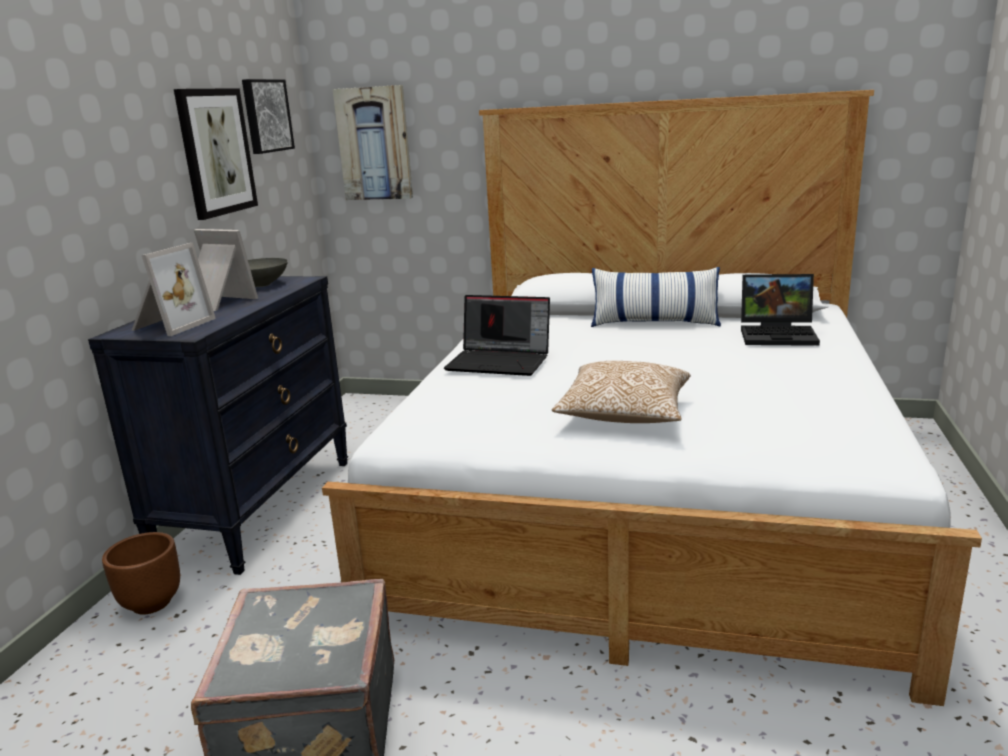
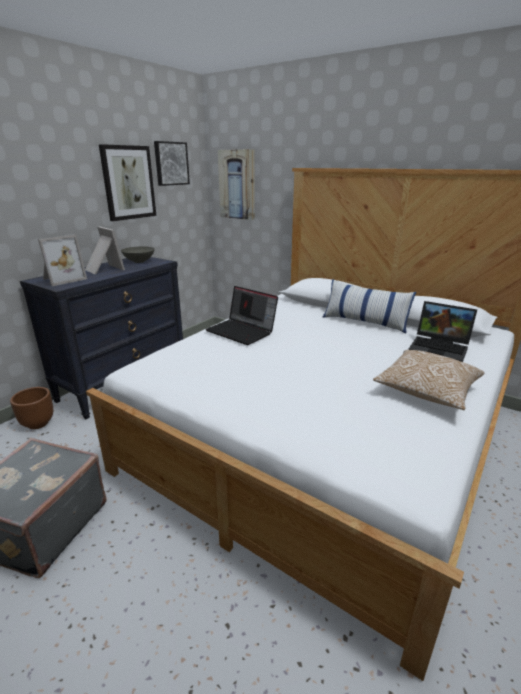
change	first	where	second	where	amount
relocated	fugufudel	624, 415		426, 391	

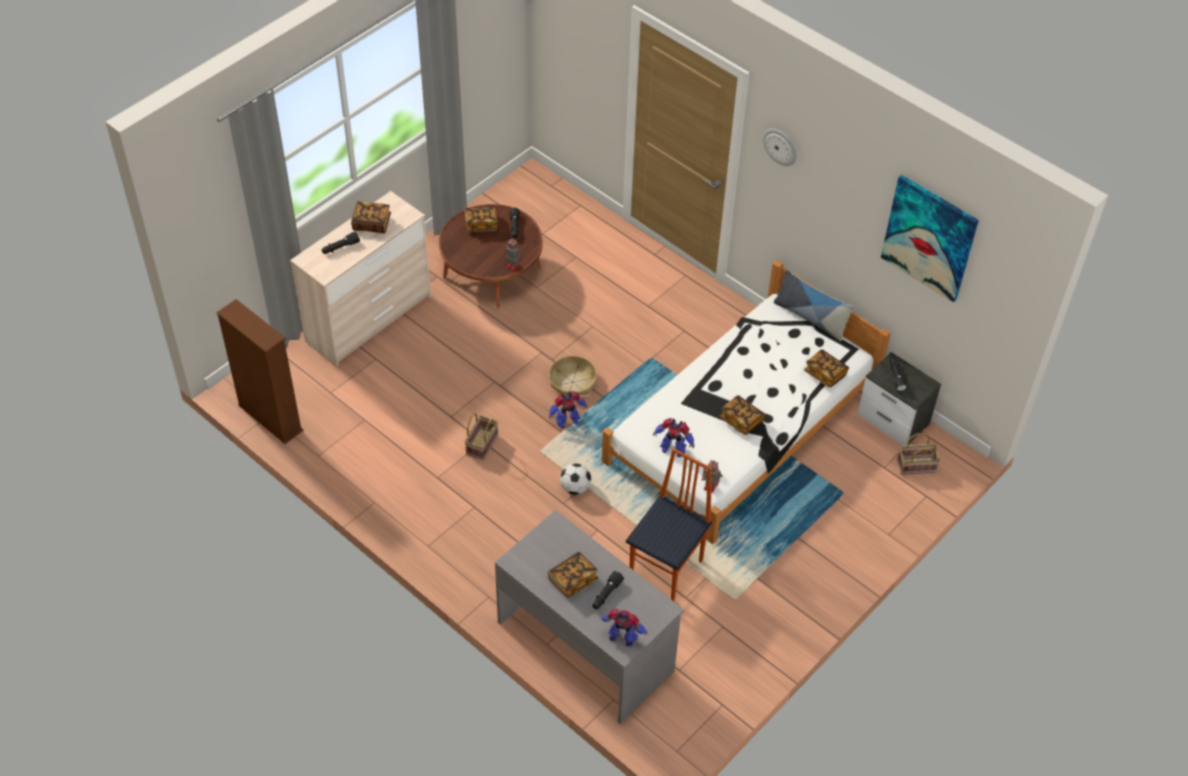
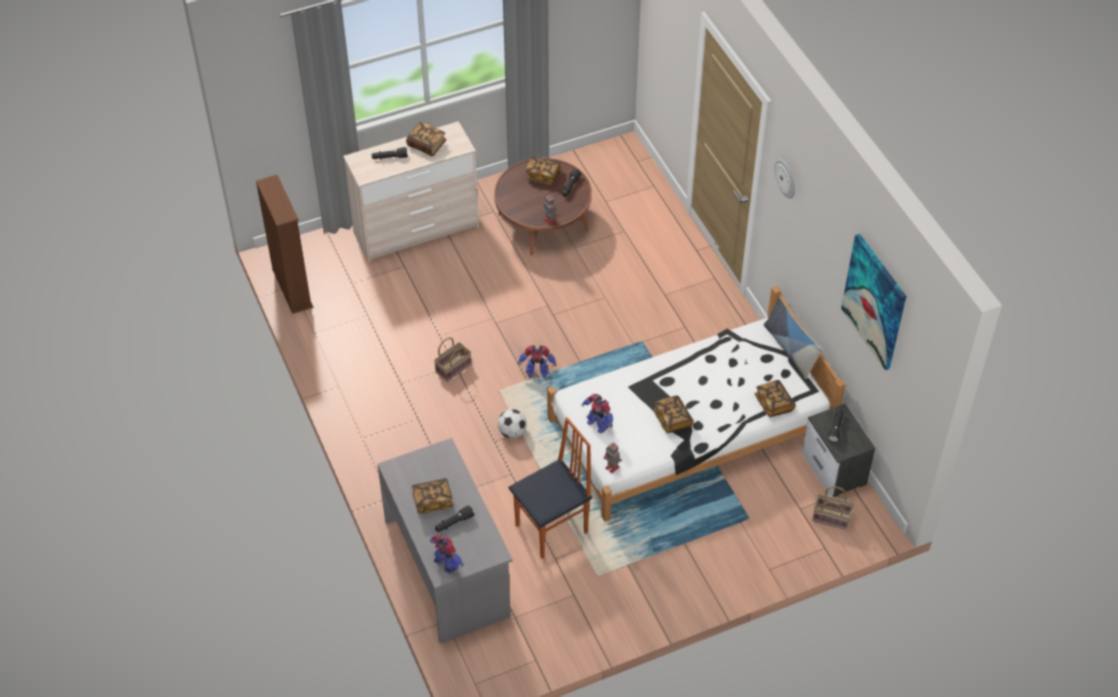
change	first	where	second	where	amount
missing	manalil	572, 382			

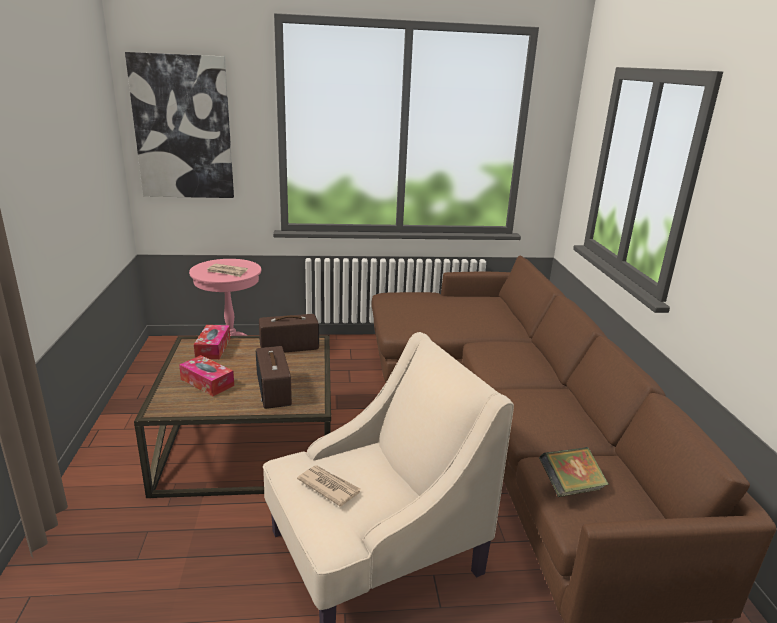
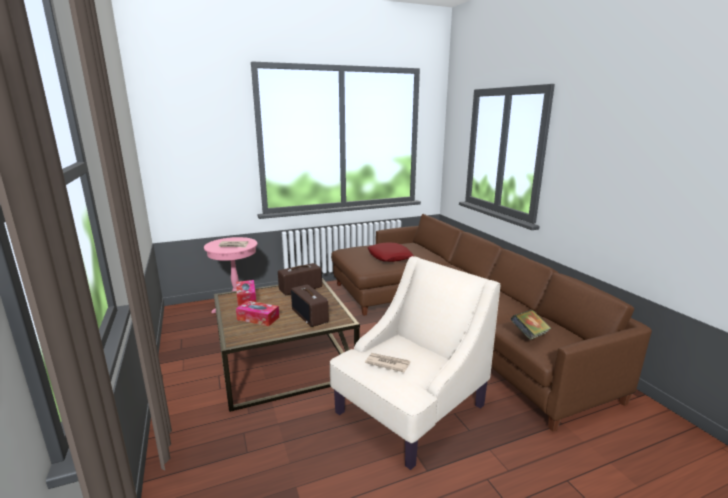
change	first	where	second	where	amount
appeared			red fugufudel	389, 256	
missing	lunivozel	183, 128			

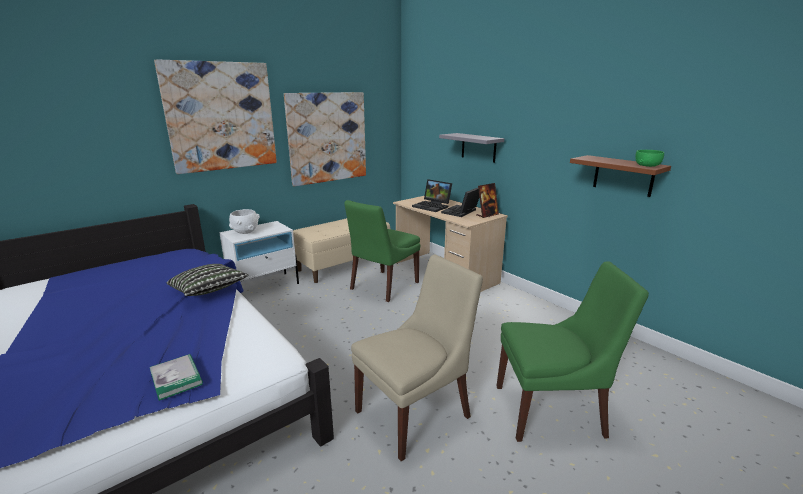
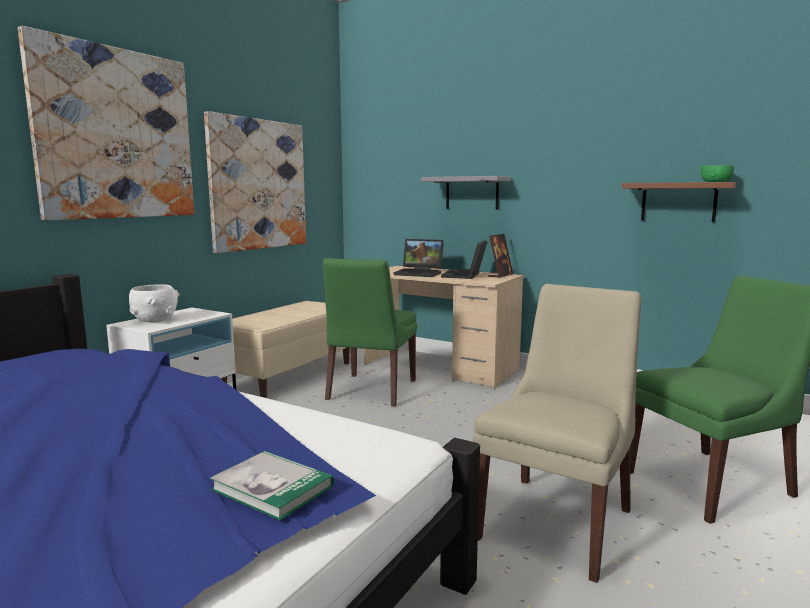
change	first	where	second	where	amount
missing	fugufudel	209, 291			

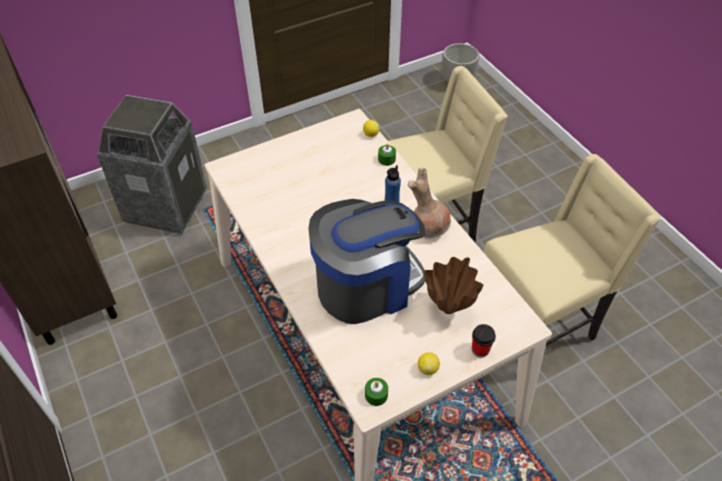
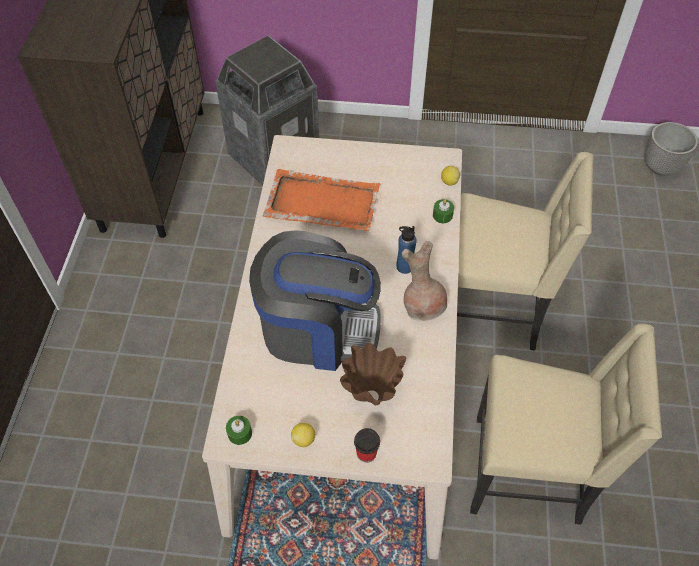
change	first	where	second	where	amount
appeared			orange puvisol	321, 203	

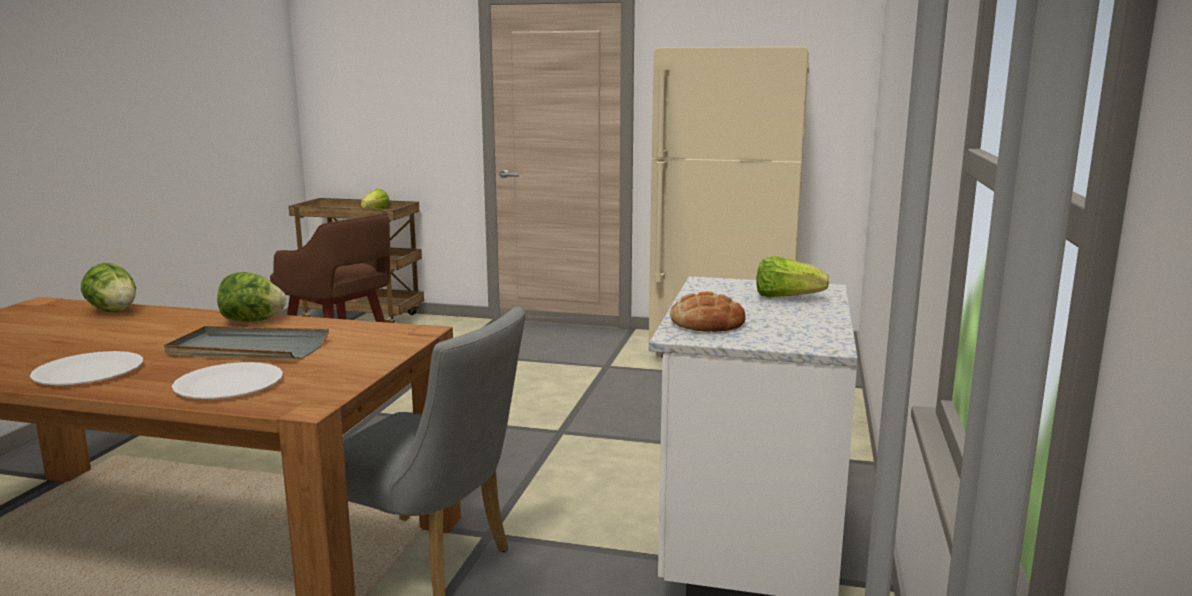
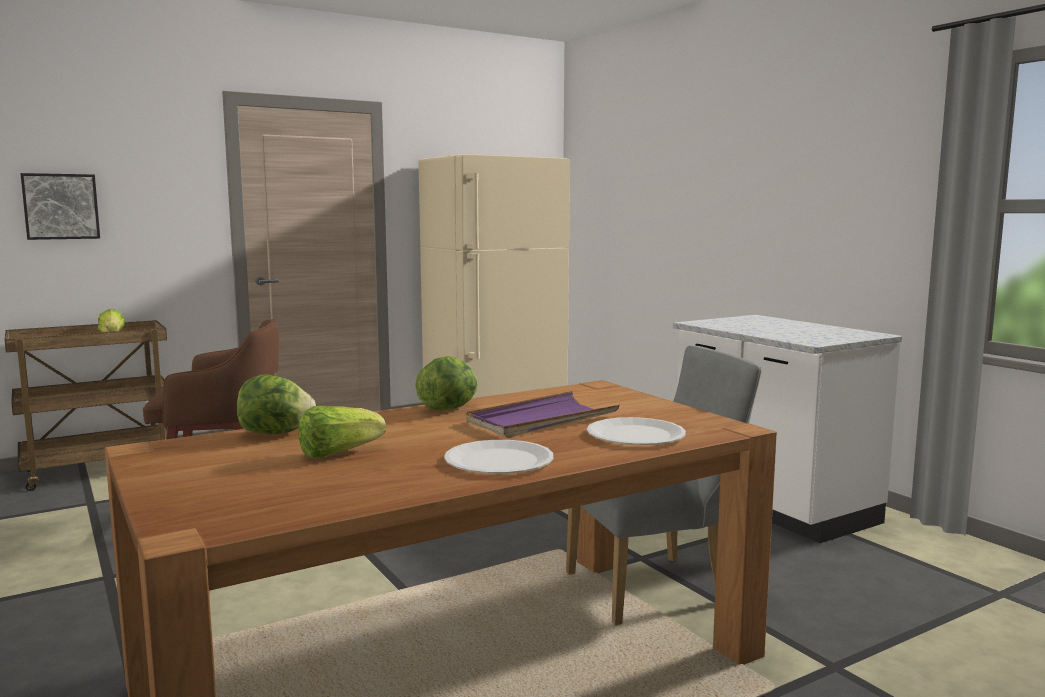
change	first	where	second	where	amount
appeared			lunivozel	61, 206	
relocated	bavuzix	786, 297		338, 453	
colour	grey puvisol	247, 349	purple puvisol	541, 420	
missing	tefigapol	707, 323			

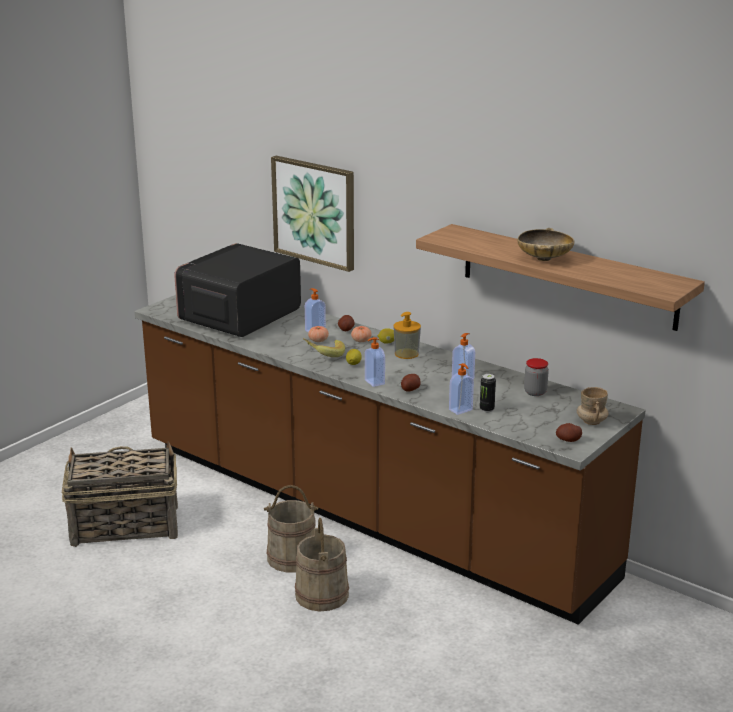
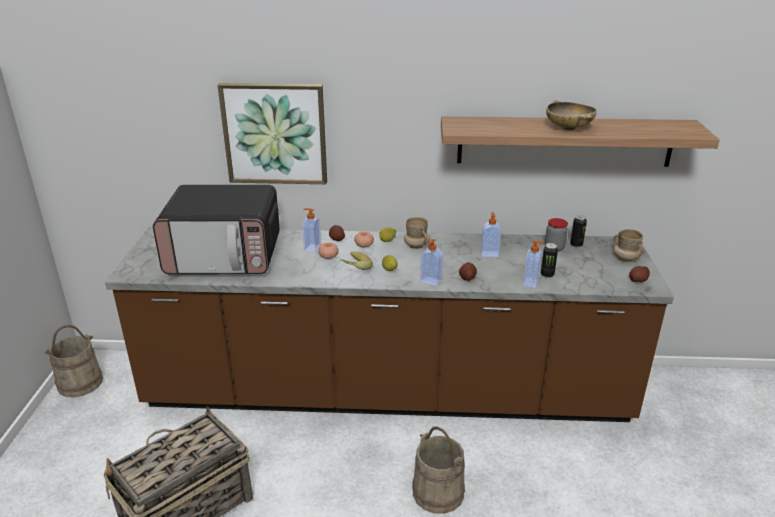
change	first	where	second	where	amount
relocated	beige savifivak	292, 557		80, 383	
spun	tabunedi	239, 317		225, 256	90 degrees counterclockwise
exchanged	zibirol	406, 354	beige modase	416, 246	
appeared			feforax	576, 245	

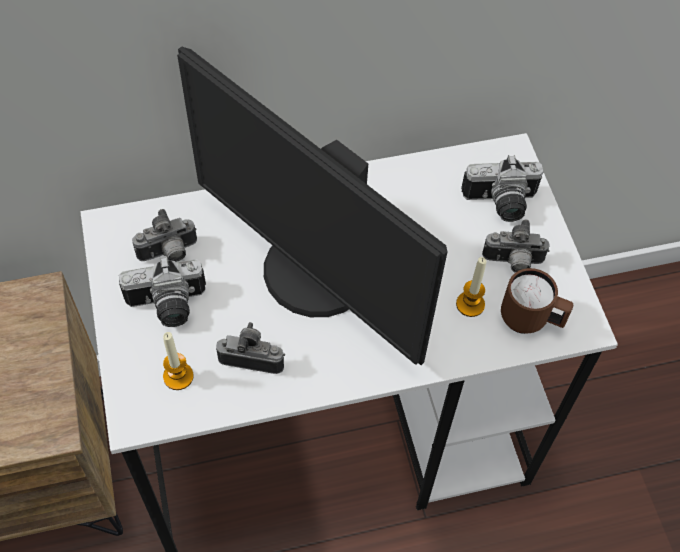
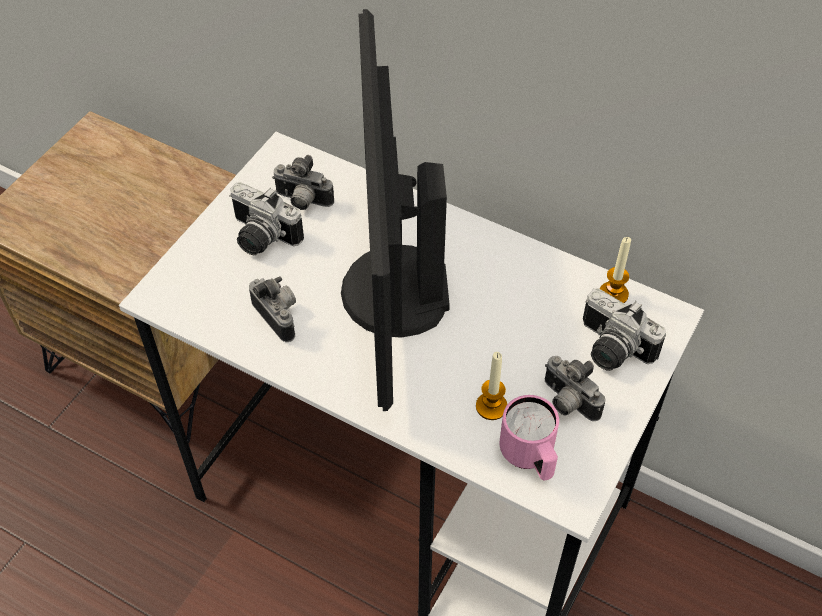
change	first	where	second	where	amount
colour	brown modase	530, 320	pink modase	529, 458	
relocated	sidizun	178, 376		613, 294	

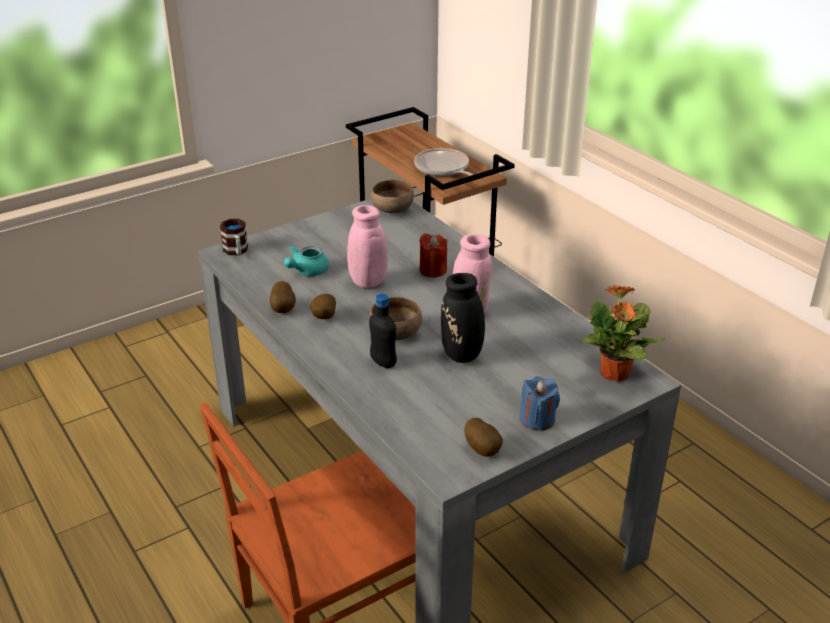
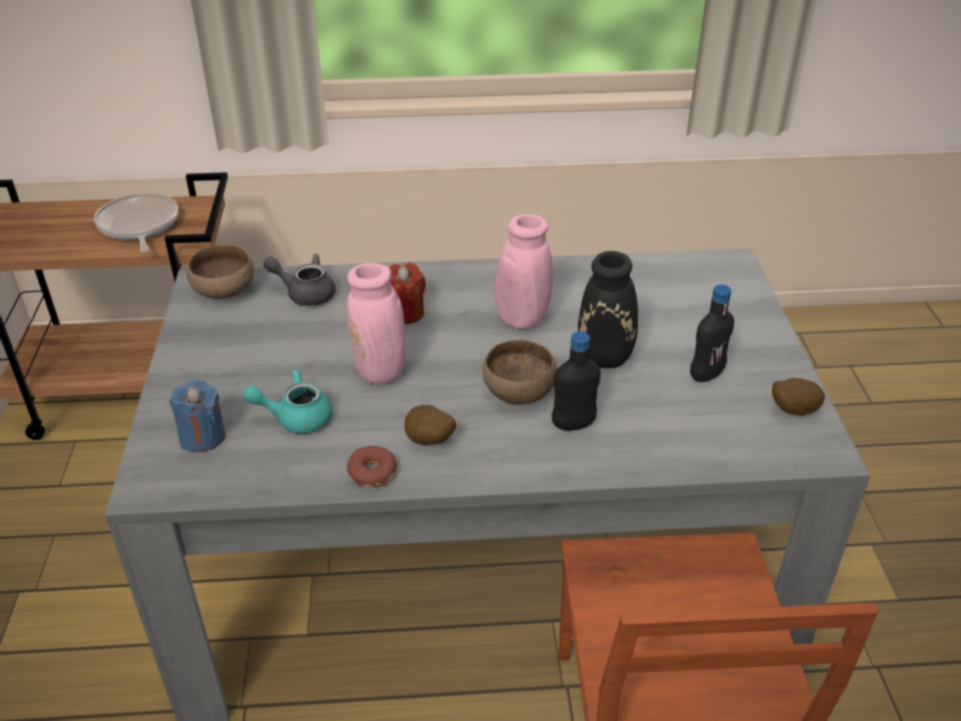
change	first	where	second	where	amount
spun	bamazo	443, 168		139, 226	75 degrees clockwise
relocated	blue sidizun	537, 419		202, 437	
spun	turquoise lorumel	306, 271		295, 417	105 degrees clockwise
appeared			grey lorumel	305, 293	
exchanged	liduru	283, 309	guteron	372, 472	
appeared			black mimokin	706, 375	
missing	modase	236, 252			
missing	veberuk	614, 374			

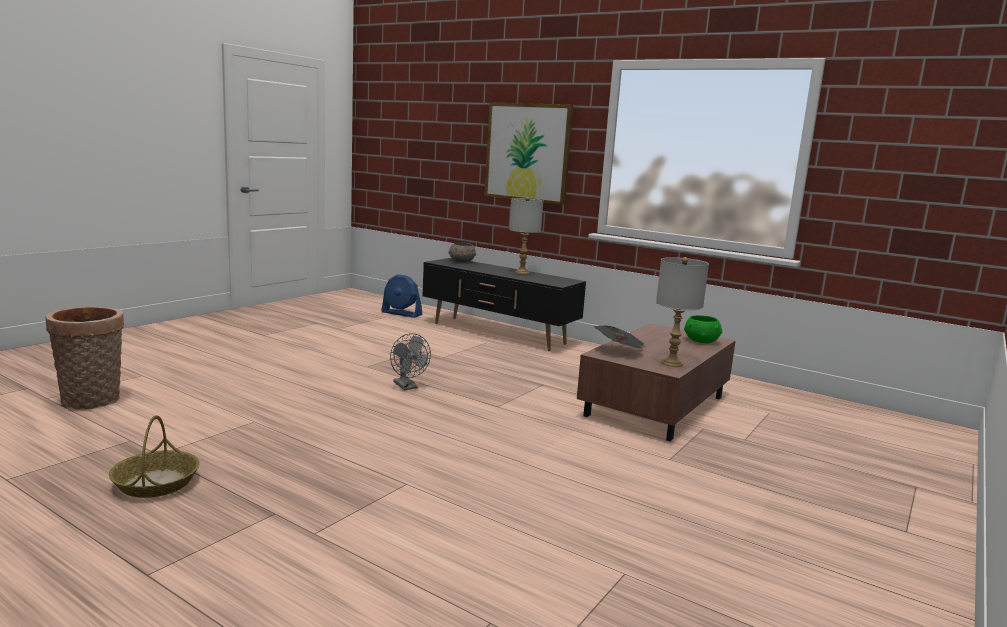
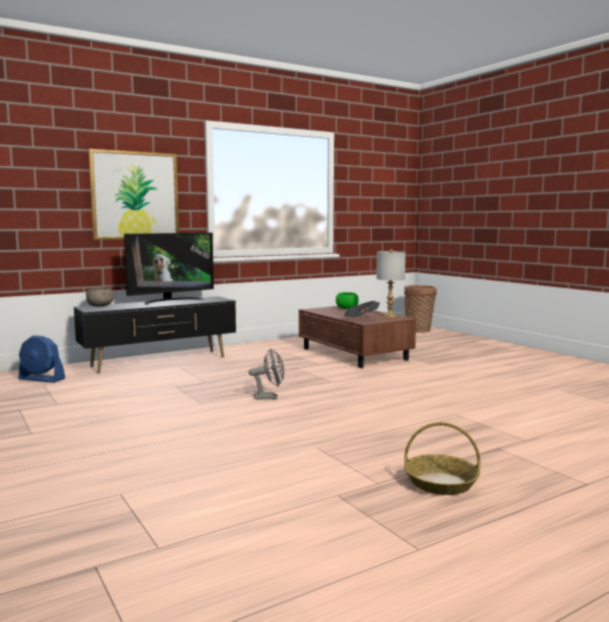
change	first	where	second	where	amount
spun	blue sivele	401, 313		42, 379	60 degrees clockwise
exchanged	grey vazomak	522, 272	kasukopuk	170, 301	
relocated	manalil	92, 402		419, 330	

